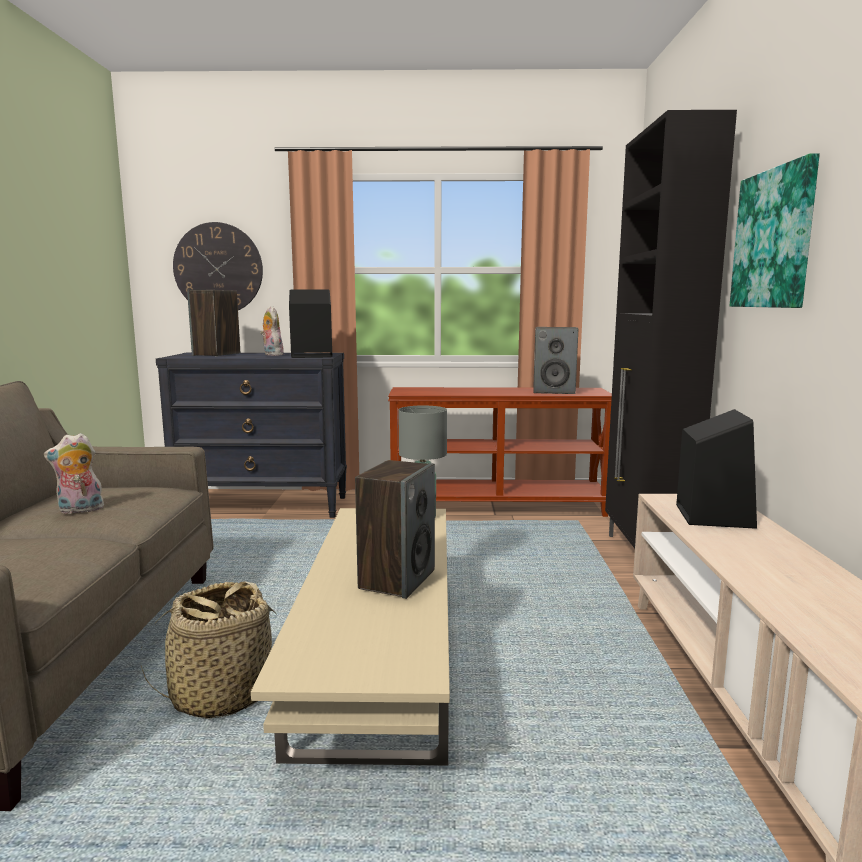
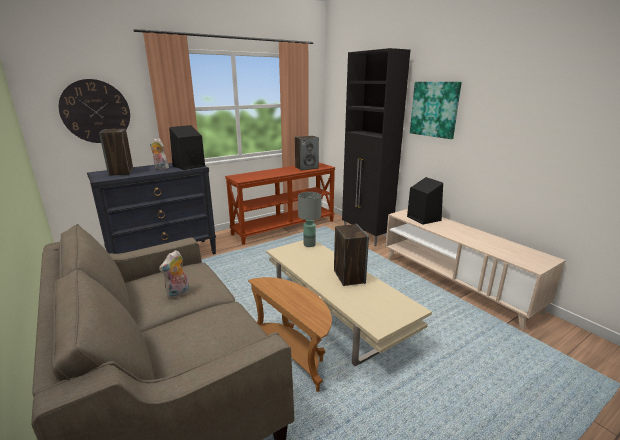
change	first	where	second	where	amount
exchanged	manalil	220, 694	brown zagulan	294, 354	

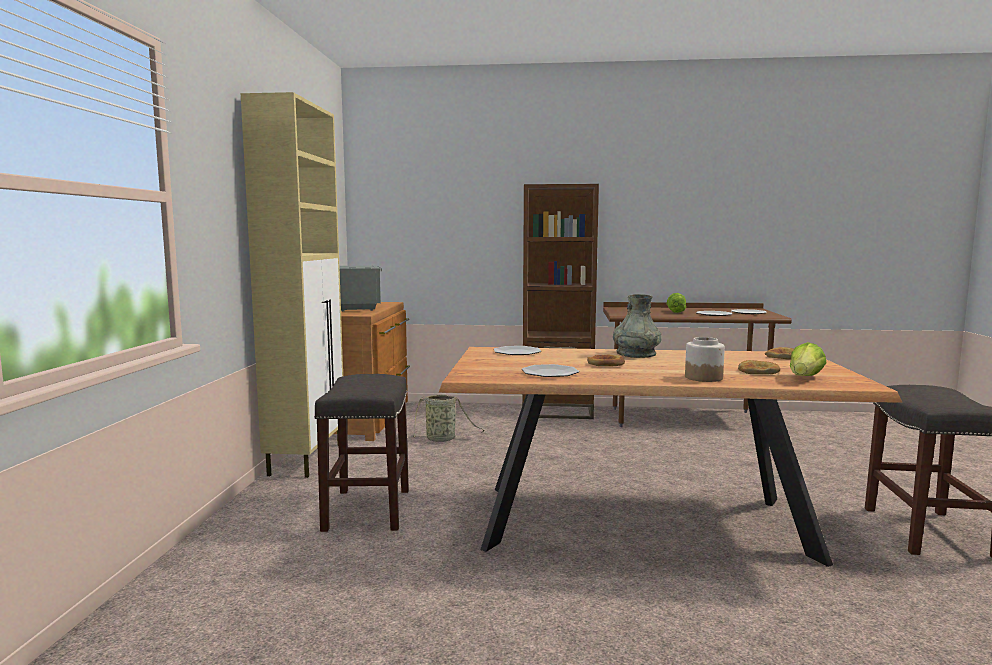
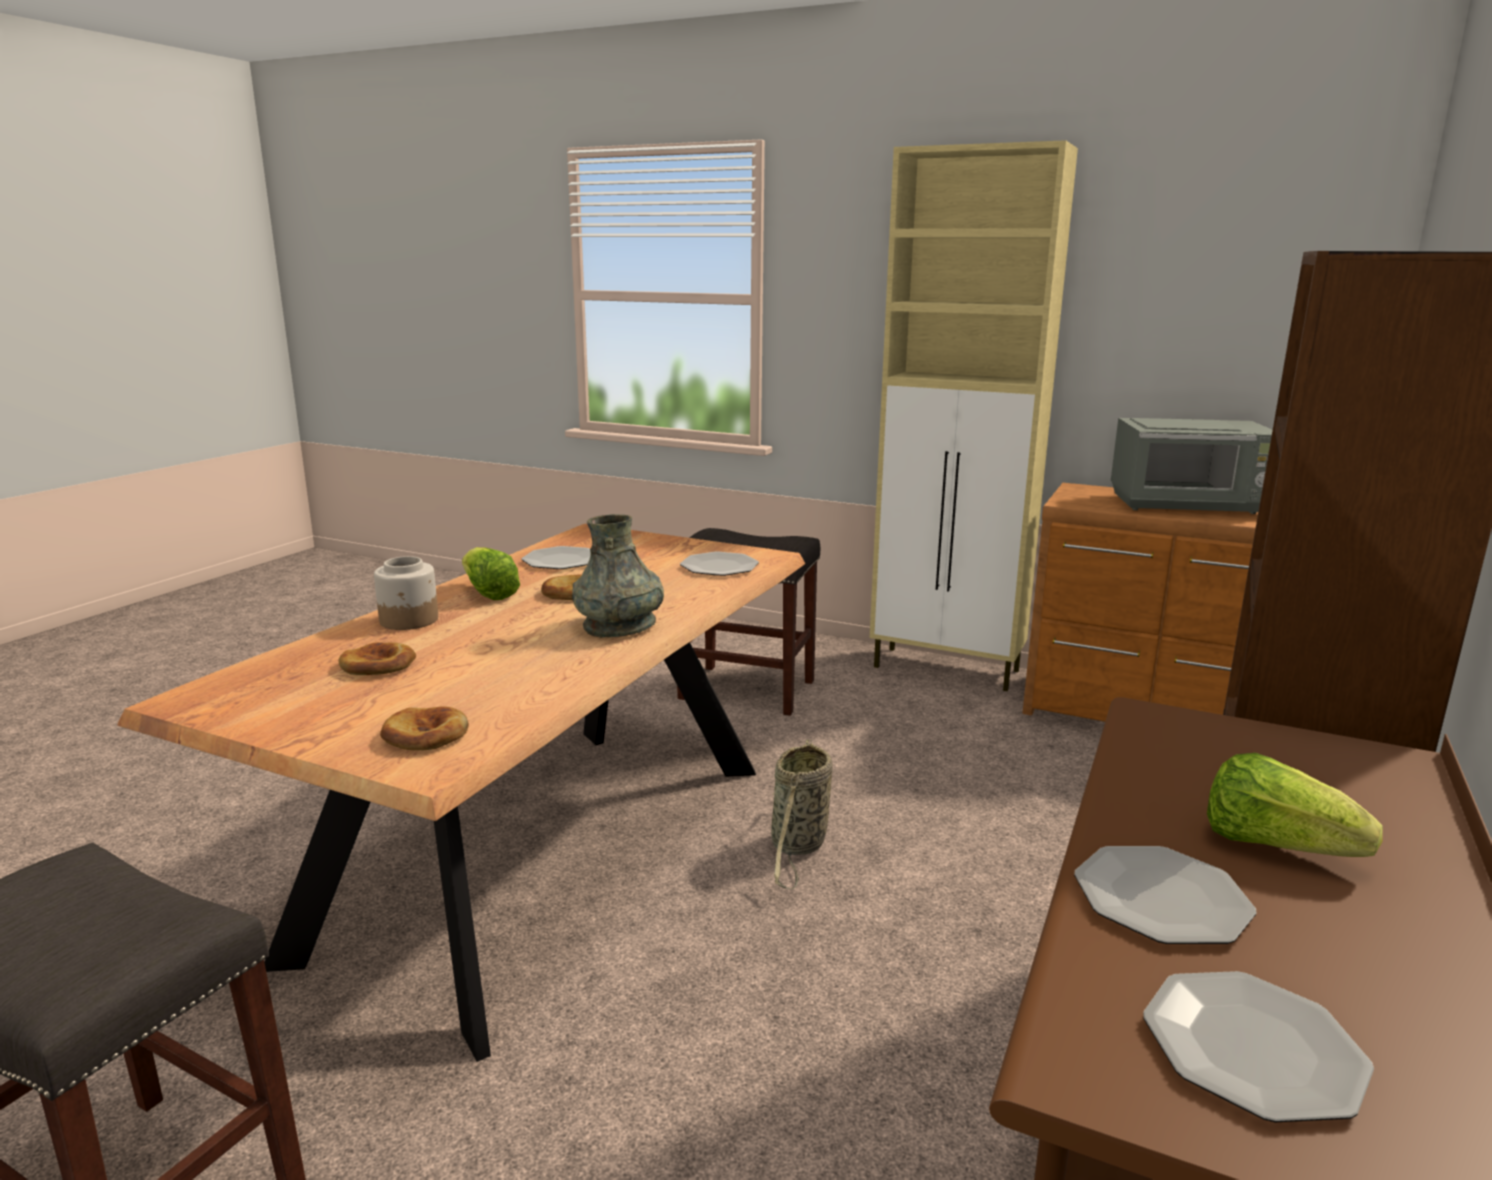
change	first	where	second	where	amount
relocated	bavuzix	804, 378		488, 593	
relocated	manalil	443, 439		798, 846	

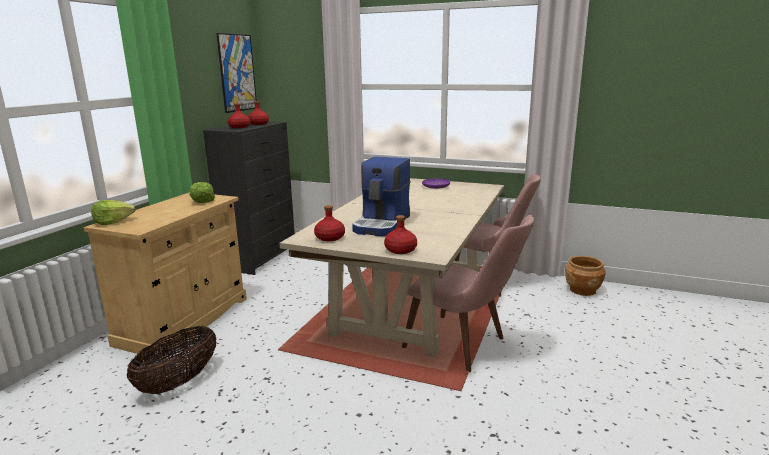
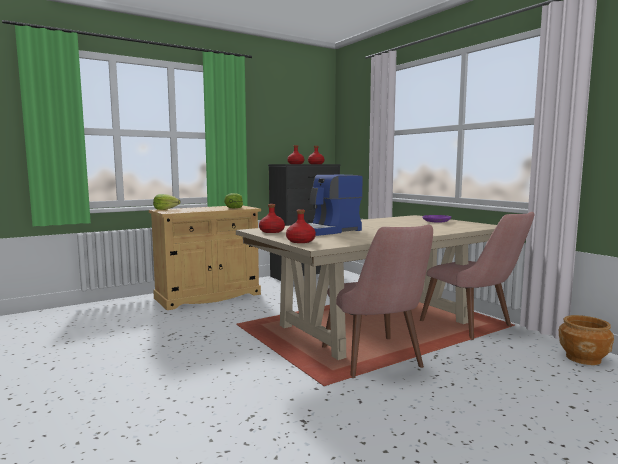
change	first	where	second	where	amount
missing	manalil	178, 382			
missing	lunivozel	237, 73			

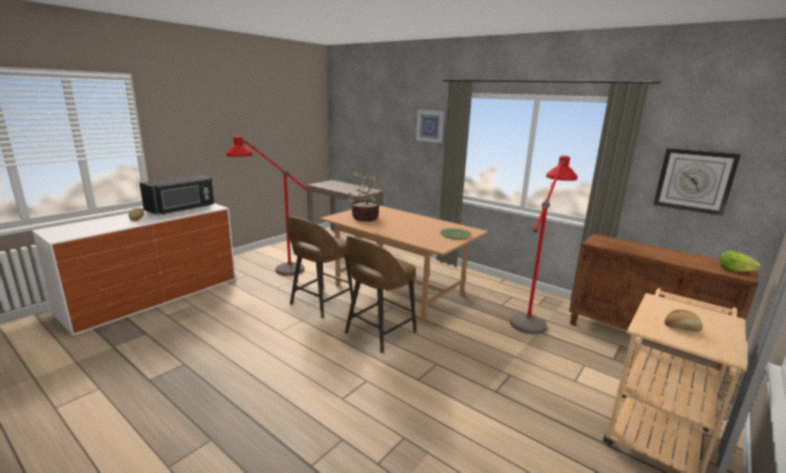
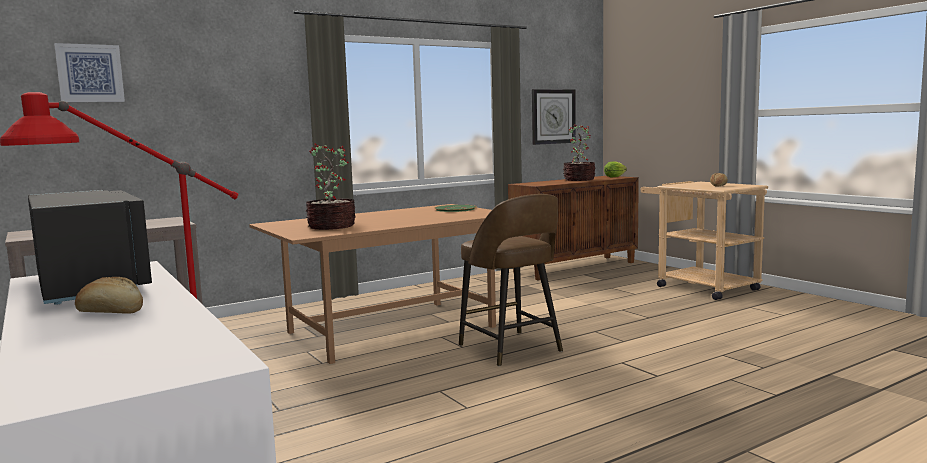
change	first	where	second	where	amount
relocated	lunivozel	430, 126		90, 73	
appeared			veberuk	579, 179	
missing	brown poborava	320, 303			
missing	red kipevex	533, 314			

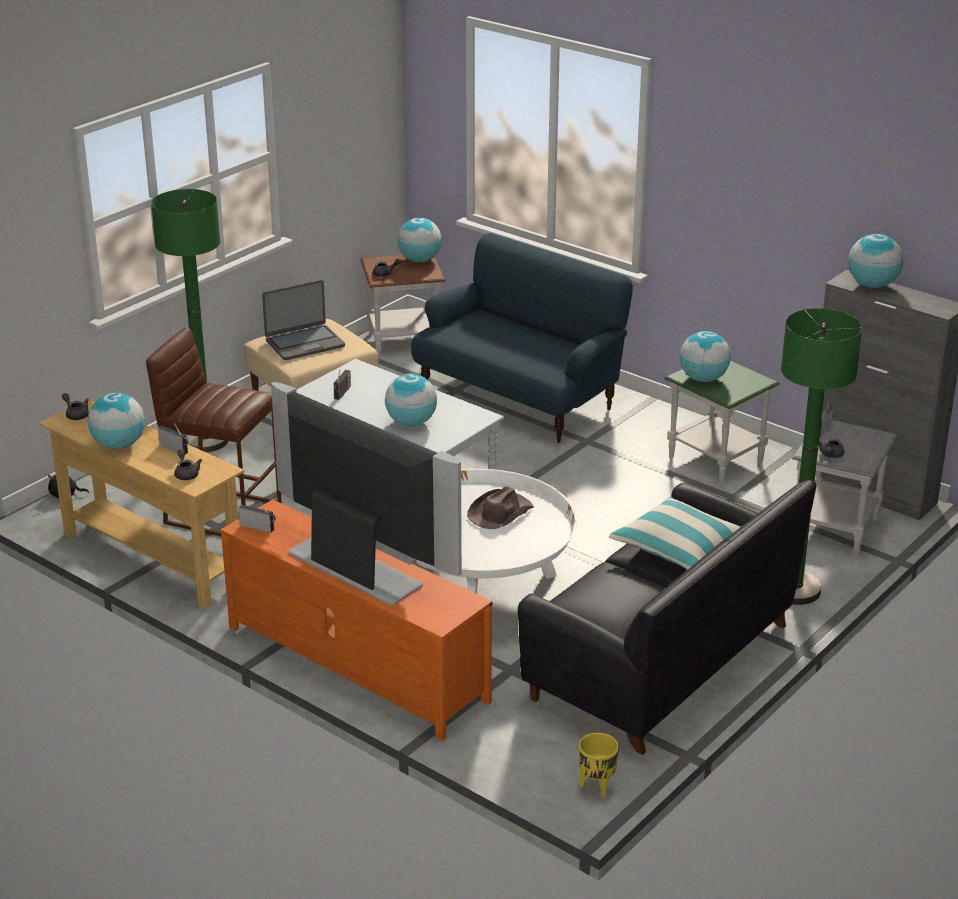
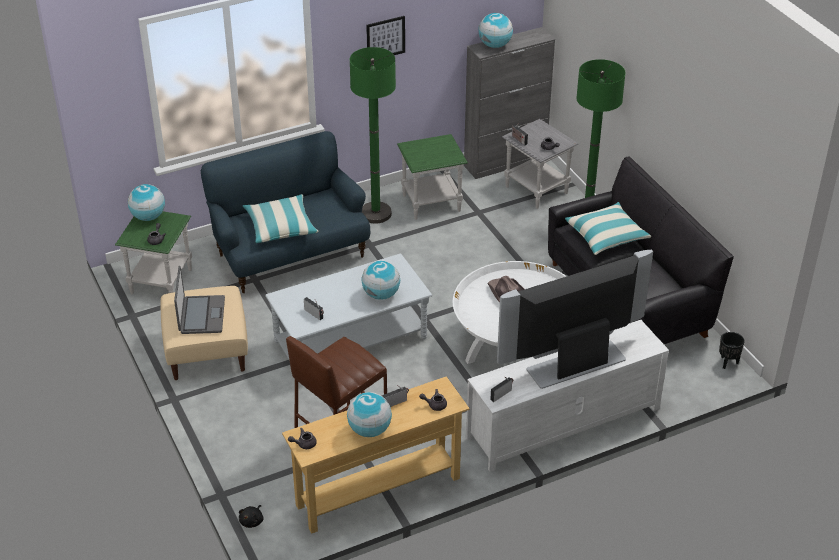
change	first	where	second	where	amount
colour	brown zagulan	404, 342	green zagulan	161, 281	
appeared			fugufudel	280, 227	
relocated	green kipevex	205, 441		376, 213	
appeared			lunivozel	385, 38	
colour	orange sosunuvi	355, 663	white sosunuvi	562, 423	
colour	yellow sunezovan	596, 787	black sunezovan	728, 363	
missing	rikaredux	703, 379			

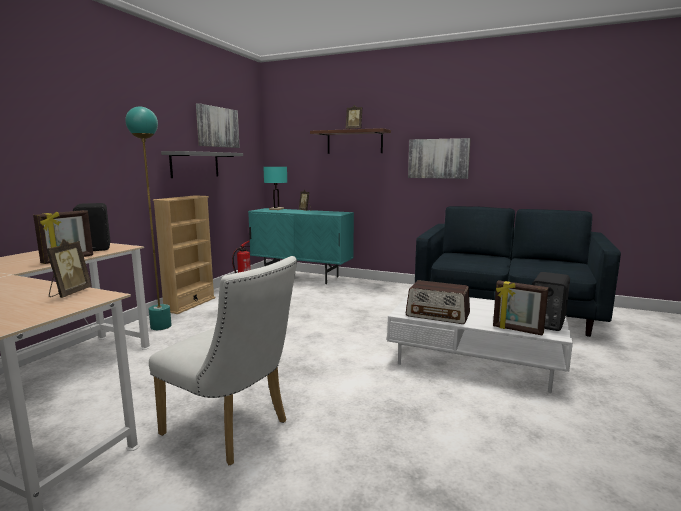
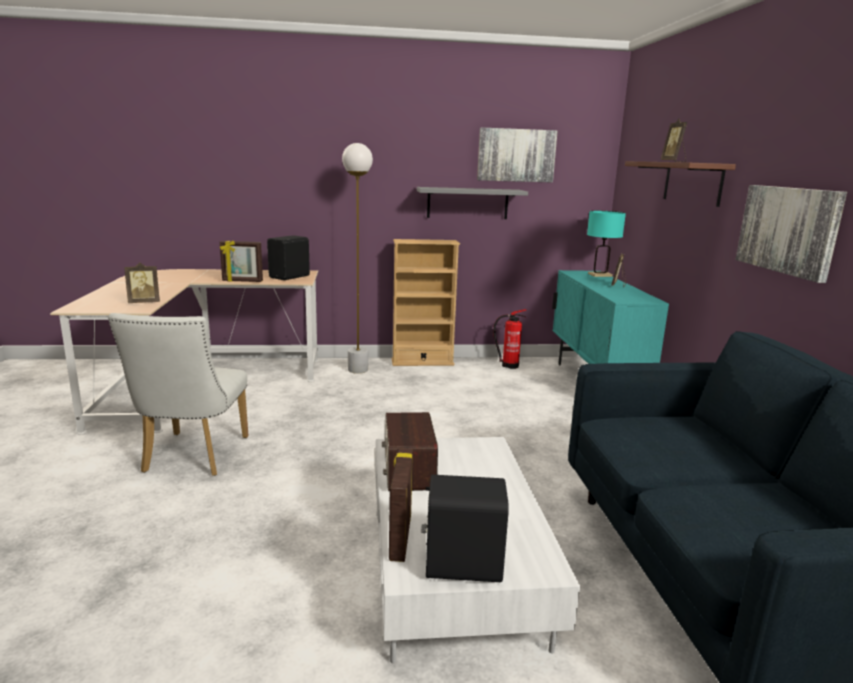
change	first	where	second	where	amount
colour	turquoise kipevex	161, 326	white kipevex	358, 370	

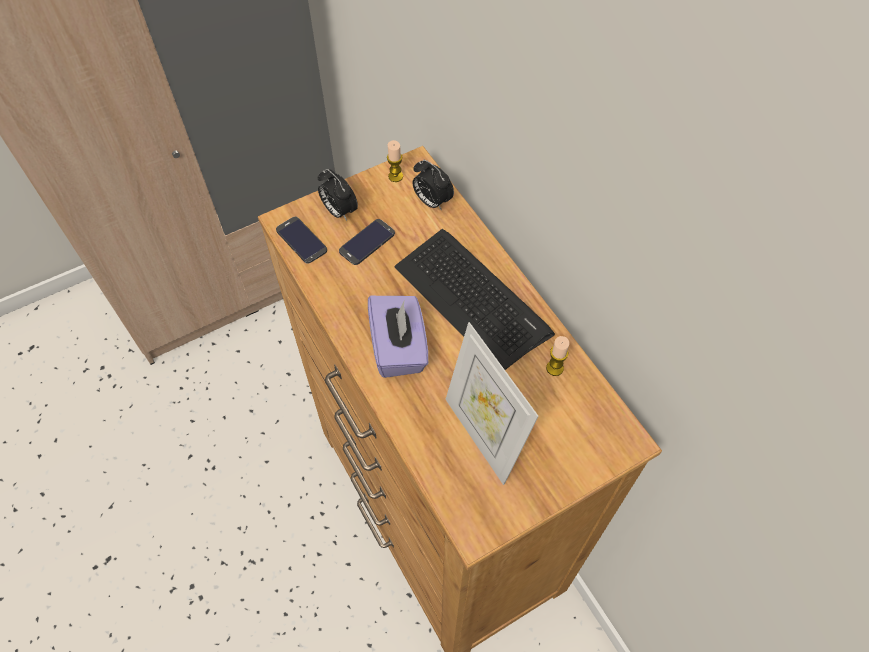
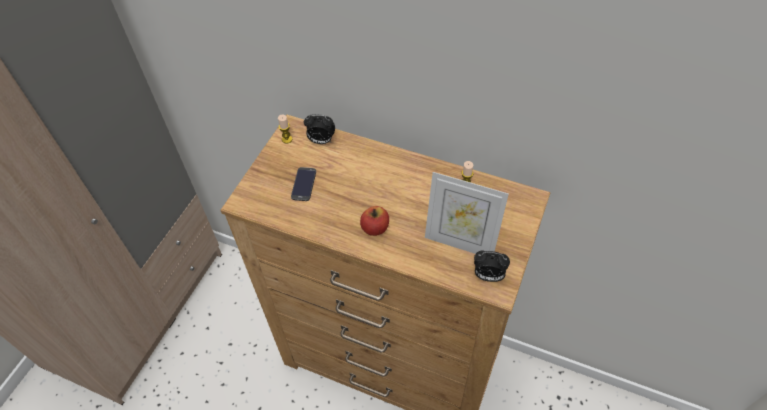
change	first	where	second	where	amount
exchanged	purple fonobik	399, 348	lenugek	375, 228	
relocated	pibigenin	339, 211		488, 276	
missing	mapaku	301, 240			
missing	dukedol	472, 299			

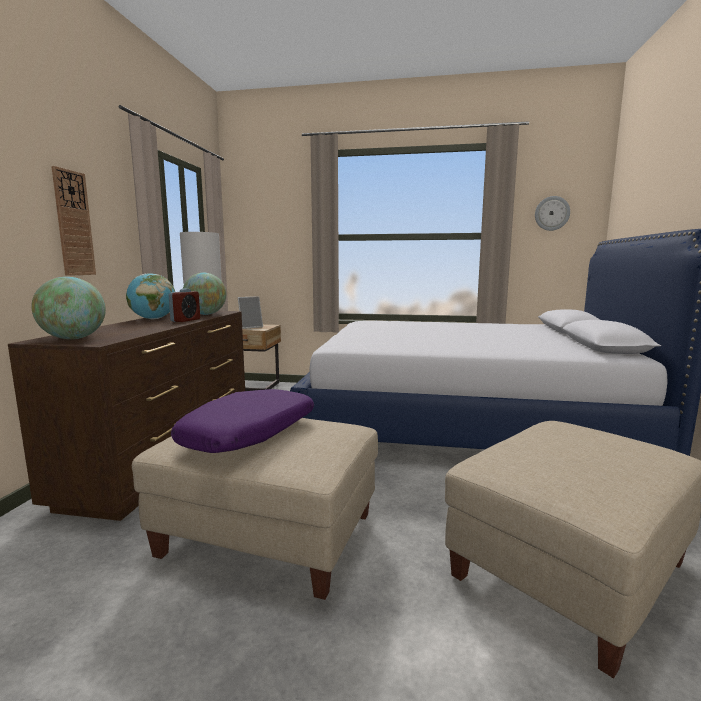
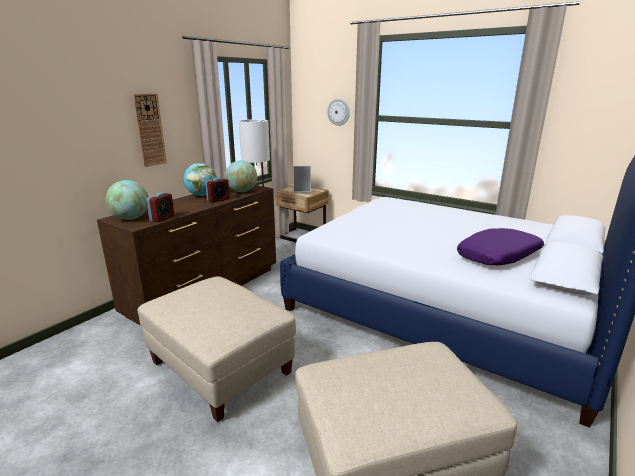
change	first	where	second	where	amount
appeared			pibigenin	162, 218	
relocated	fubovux	552, 213		338, 112	
relocated	purple fugufudel	249, 434		499, 256	

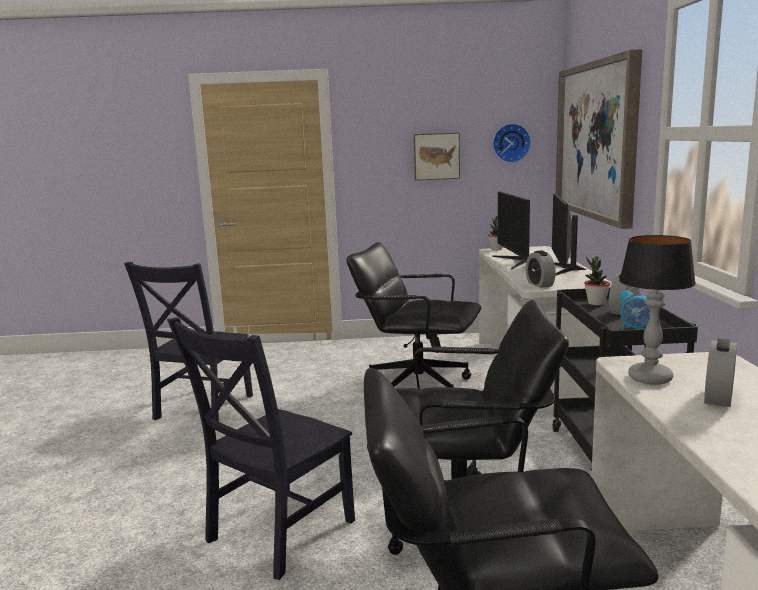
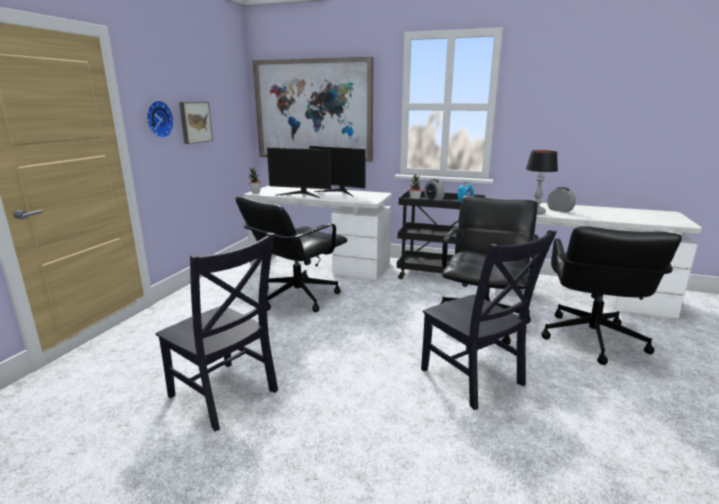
change	first	where	second	where	amount
relocated	fubovux	511, 143		158, 119	
missing	pibigenin	539, 284			

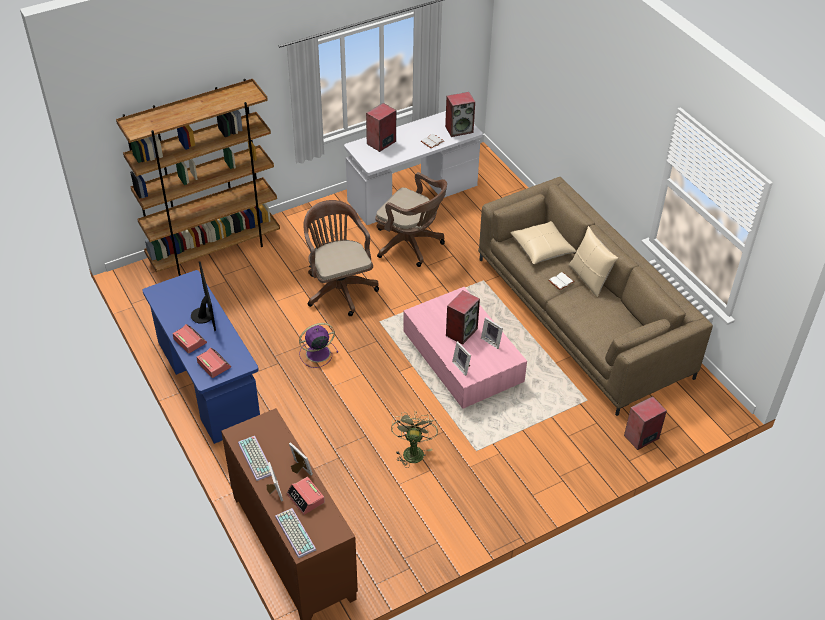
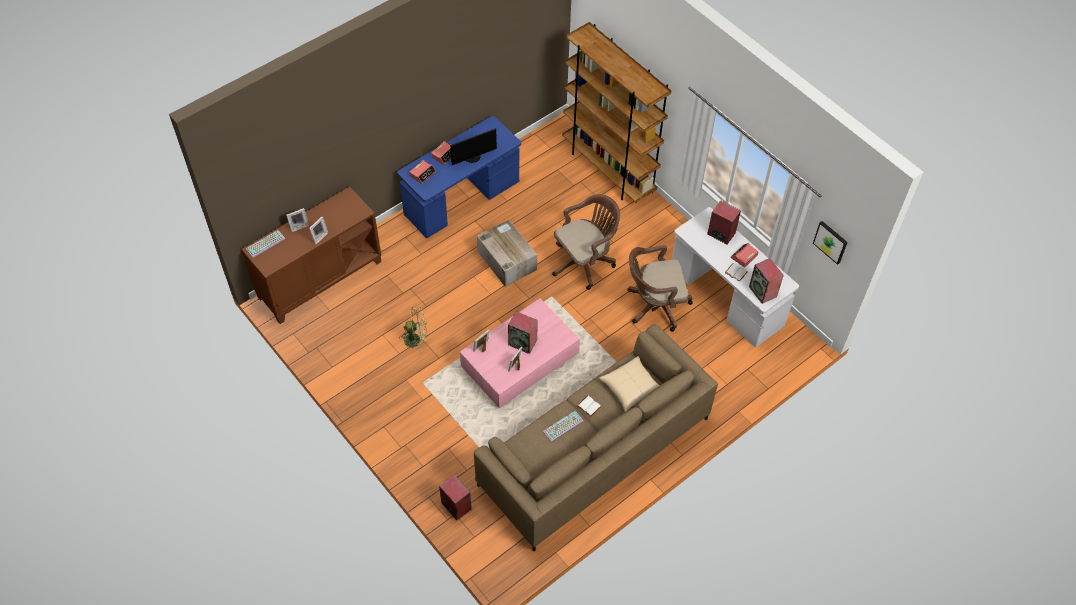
change	first	where	second	where	amount
exchanged	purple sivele	317, 353	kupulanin	506, 260	
relocated	dukedol	256, 458		563, 427	
spun	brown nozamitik	411, 245		654, 306	60 degrees clockwise
relocated	pibigenin	306, 498		744, 256	
appeared			lunivozel	831, 241	
missing	beige fugufudel	589, 278			

